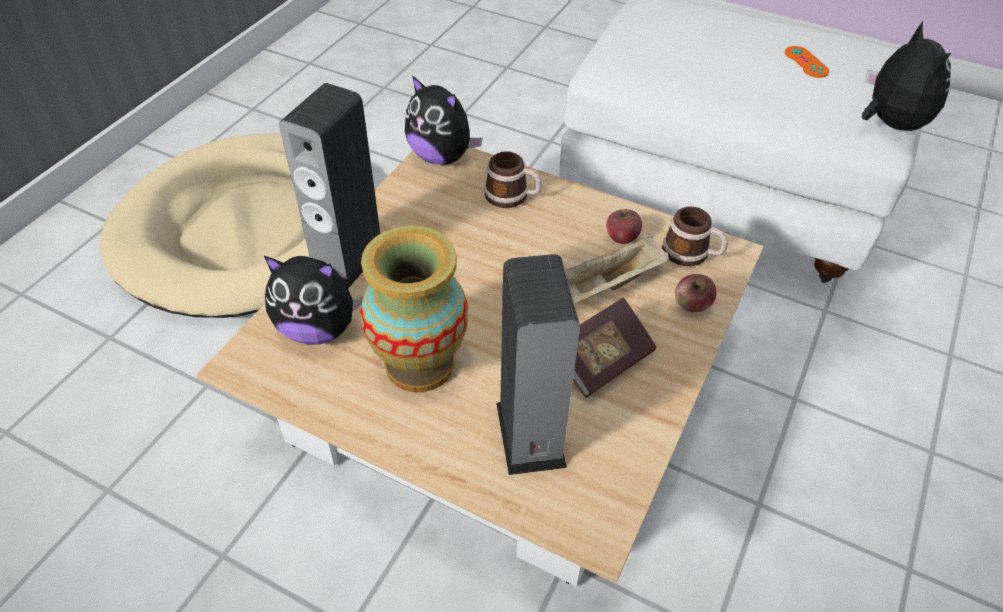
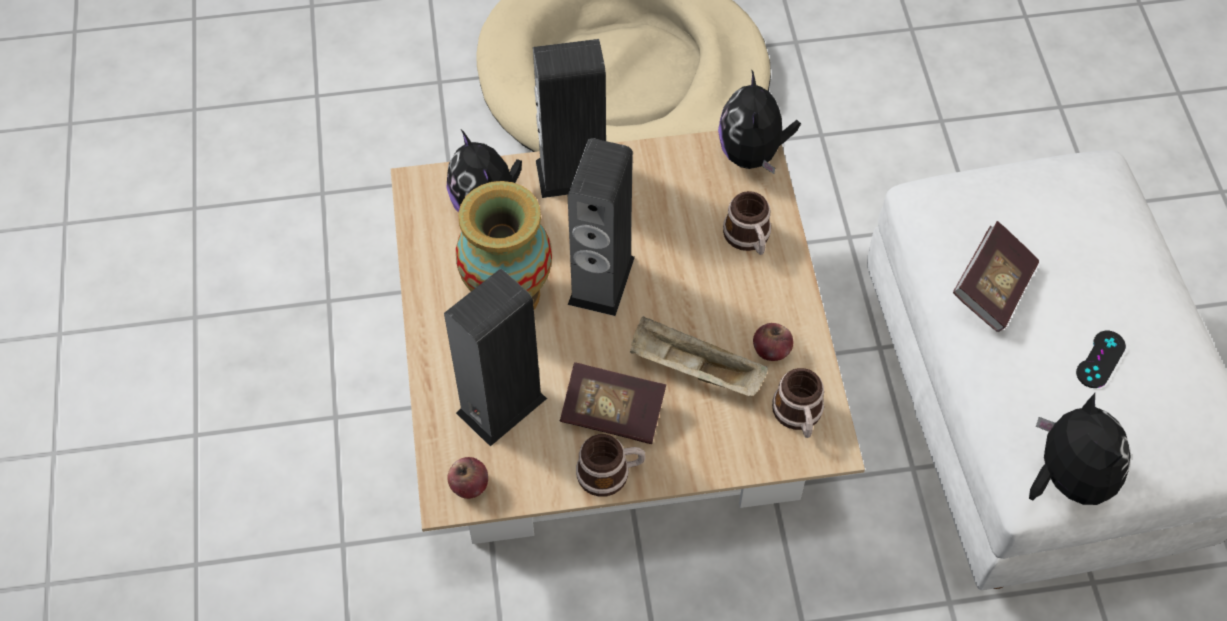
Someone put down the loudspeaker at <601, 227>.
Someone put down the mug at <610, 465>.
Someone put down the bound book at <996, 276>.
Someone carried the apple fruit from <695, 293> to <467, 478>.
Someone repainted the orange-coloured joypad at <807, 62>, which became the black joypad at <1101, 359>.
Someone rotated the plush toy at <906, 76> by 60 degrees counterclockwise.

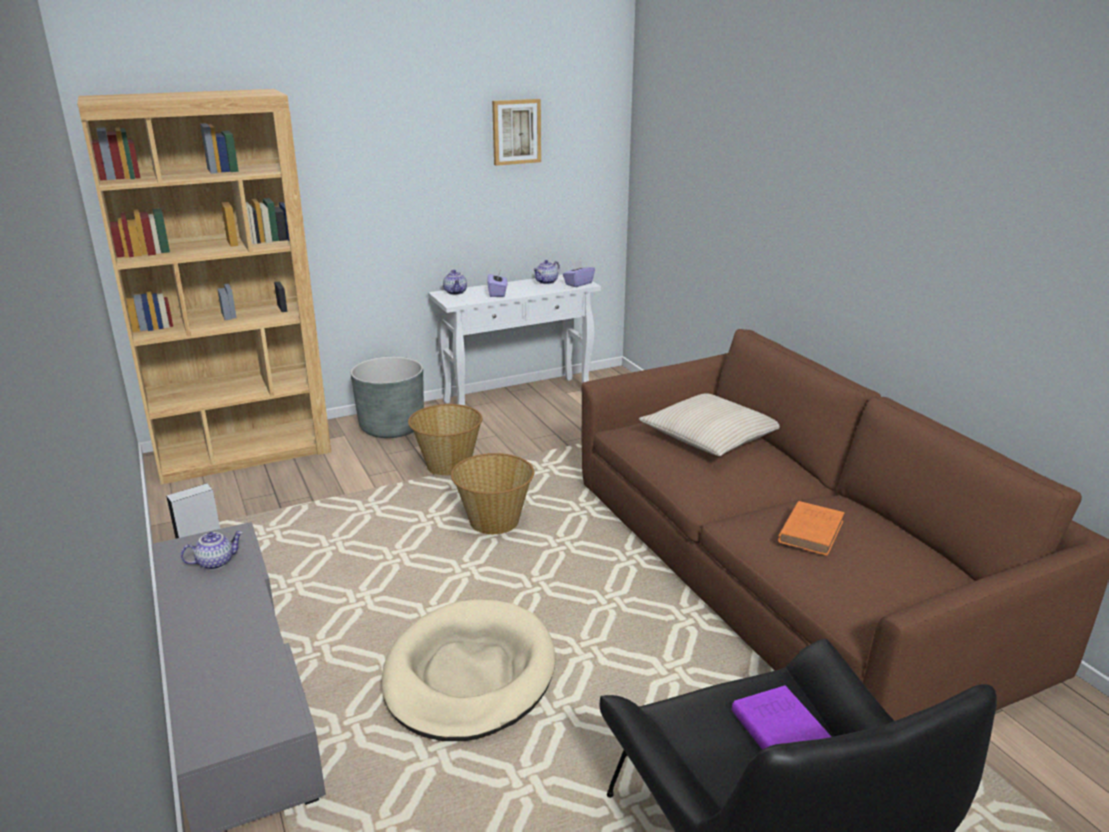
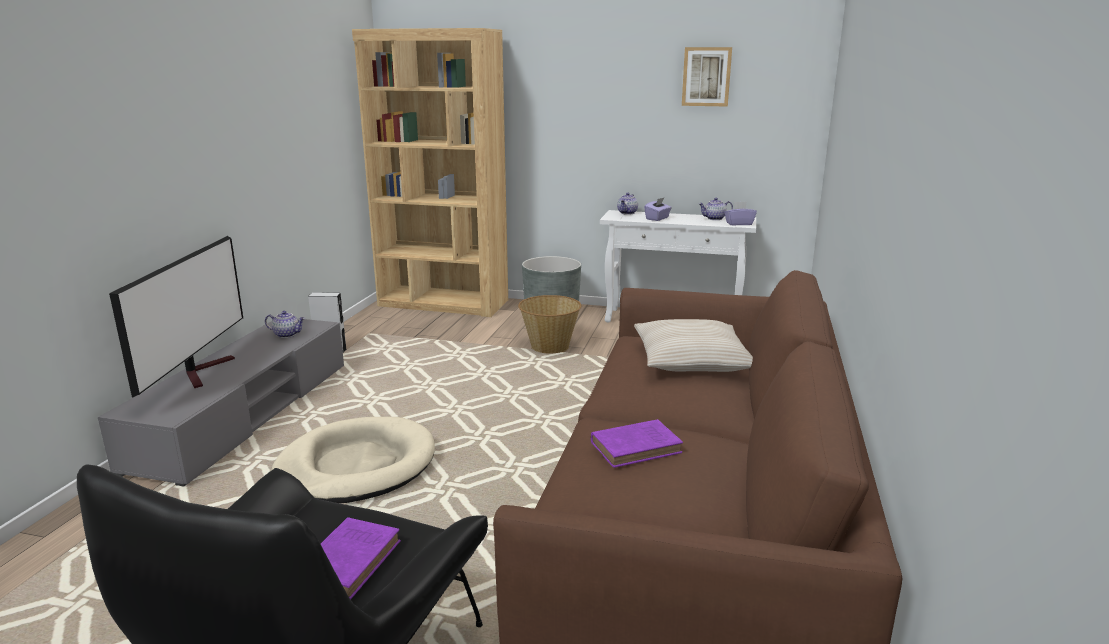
Someone took away the household basket at <492, 493>.
Someone put down the television at <176, 317>.
Someone repainted the orange-coloured bound book at <811, 528>, which became the purplish bound book at <637, 443>.

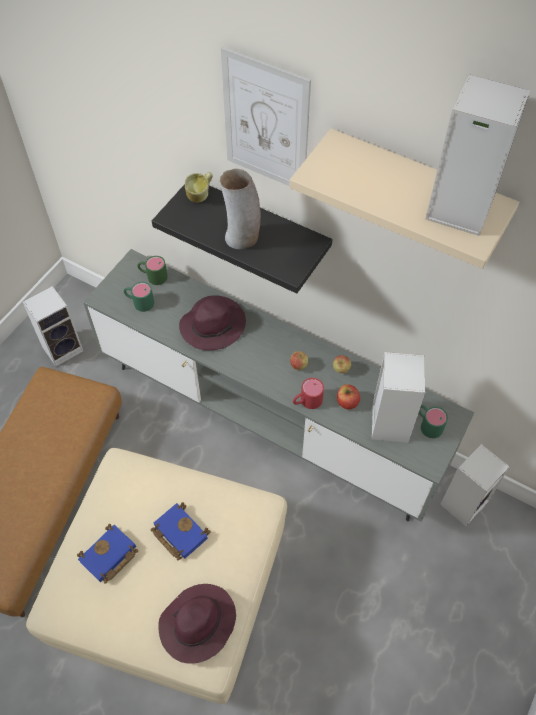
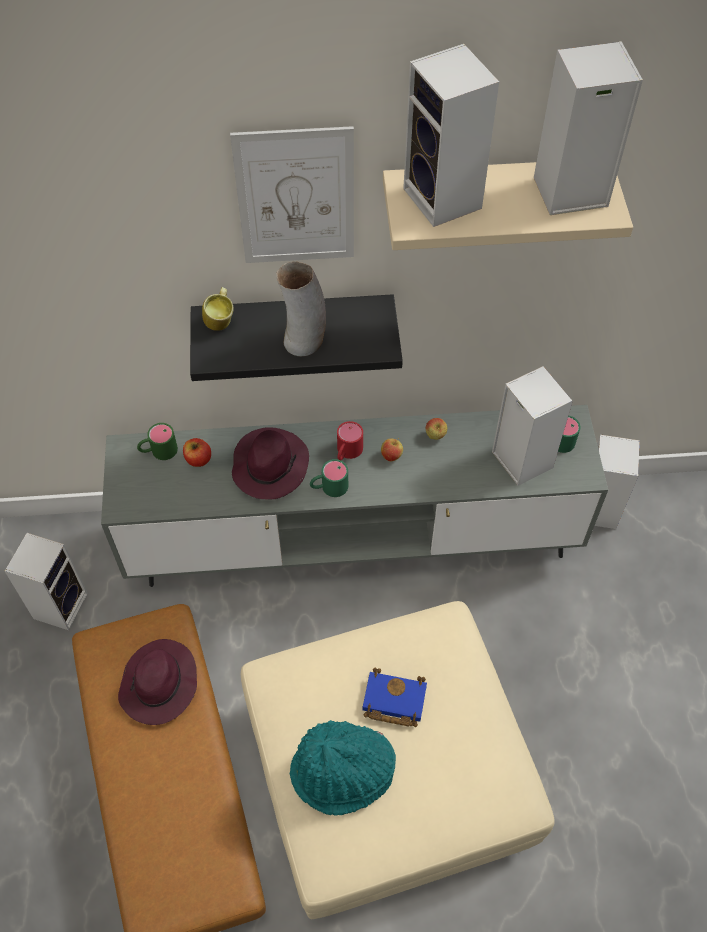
Someone put down the loudspeaker at <451, 135>.
Someone carried the green mug from <139, 297> to <329, 478>.
Someone carried the purplish hat from <197, 623> to <157, 682>.
Someone carried the reddish mug from <308, 393> to <350, 440>.
Someone carried the apple fruit from <348, 396> to <197, 452>.
Someone swapped the bluish bound book at <107, 554> for the turquoise-coloured hat at <343, 768>.

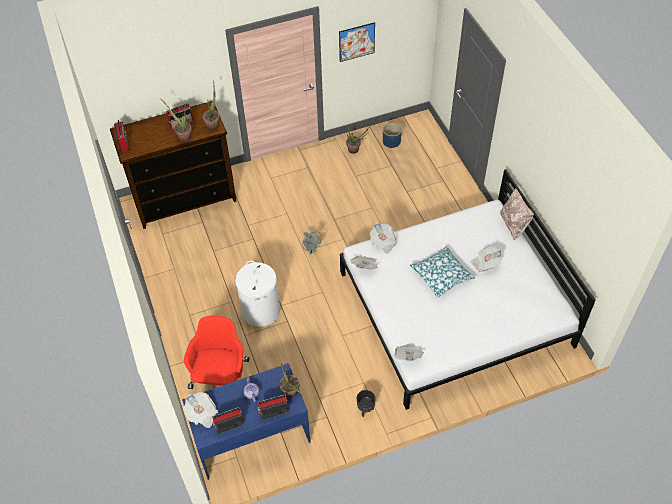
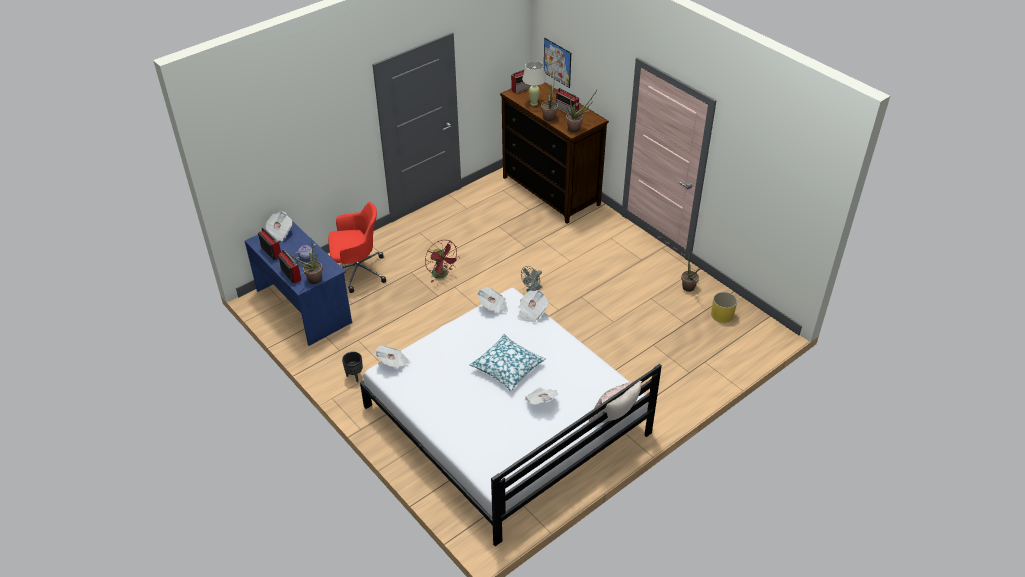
Someone put down the sand-coloured table lamp at <534, 83>.
Someone carried the wall picture from <357, 42> to <557, 63>.
Someone swapped the whitish washing basket at <257, 294> for the reddish cooling fan at <442, 261>.
Someone repainted the bluish plant pot at <392, 135>, which became the yellow-coloured plant pot at <724, 307>.

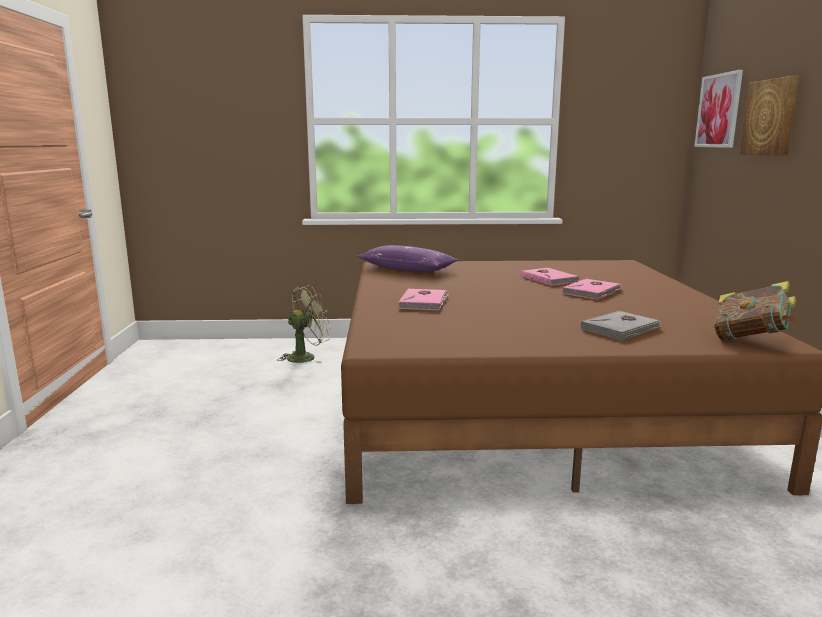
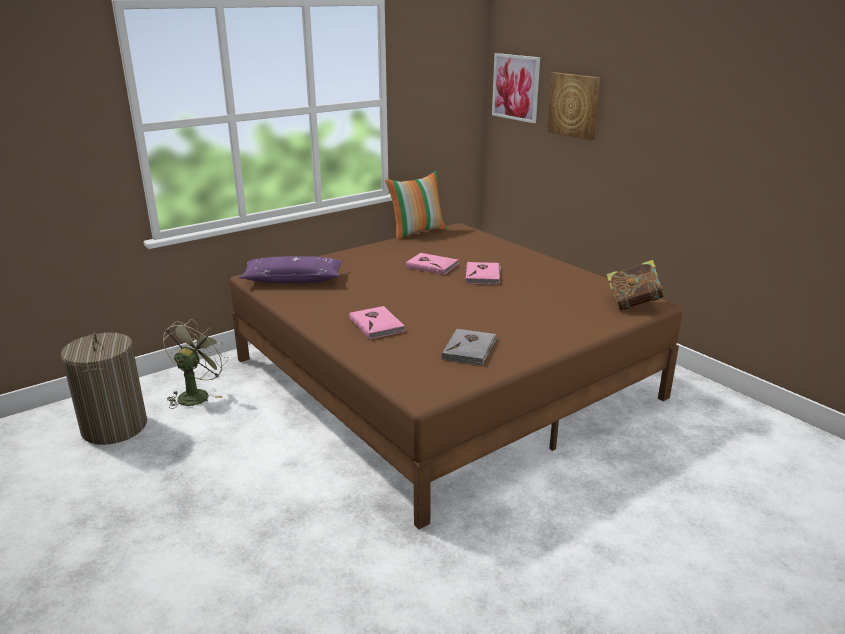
Someone put down the washing basket at <104, 388>.
Someone put down the throw pillow at <416, 205>.
Someone carried the greyish bound book from <622, 325> to <470, 347>.

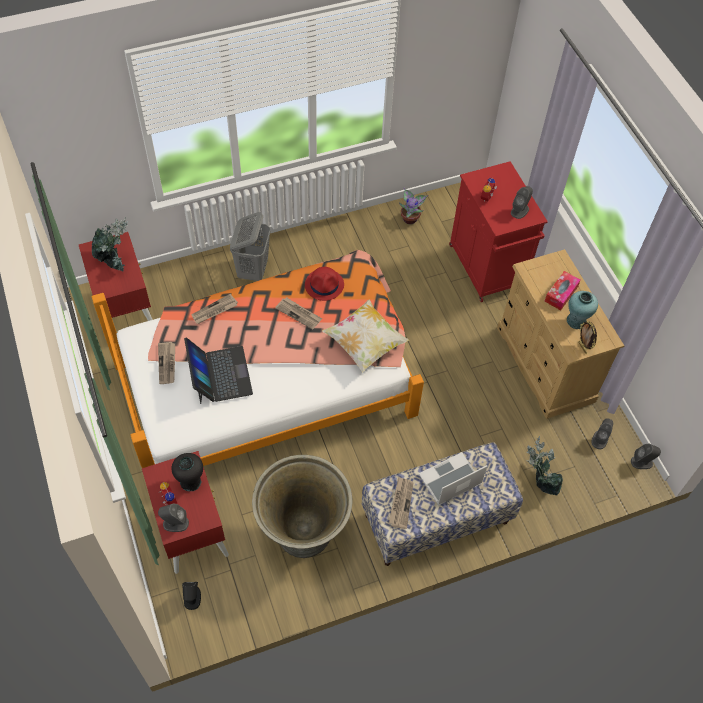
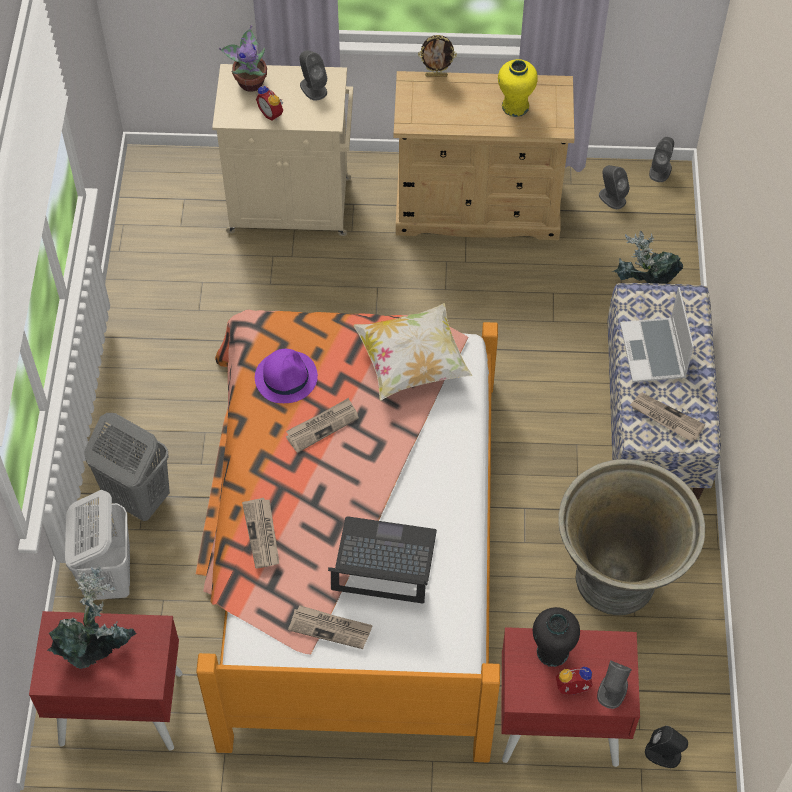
Someone took away the tissue holder at <563, 290>.
Someone put down the whitish washing basket at <97, 545>.
Someone carried the plant in a pot from <413, 206> to <243, 58>.
Someone carried the picture frame from <587, 337> to <437, 56>.
Someone repainted the reddish hat at <324, 284>, which became the purplish hat at <286, 376>.
Someone repainted the reddish cabinet at <498, 231>, which became the sand-coloured cabinet at <282, 150>.
Someone repainted the turquoise-coloured vase at <582, 310>, which became the yellow-coloured vase at <518, 88>.

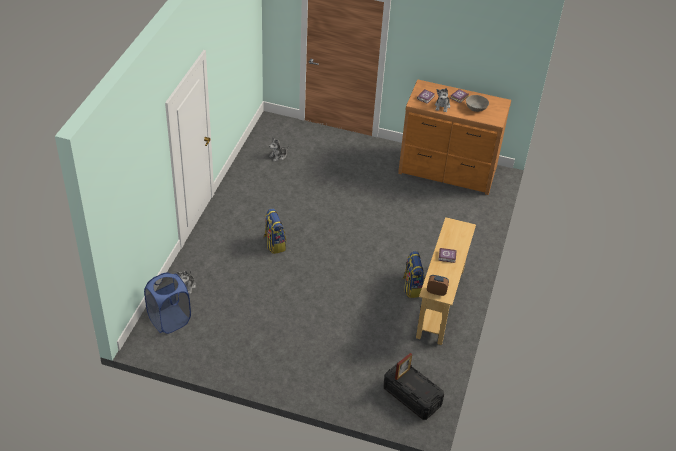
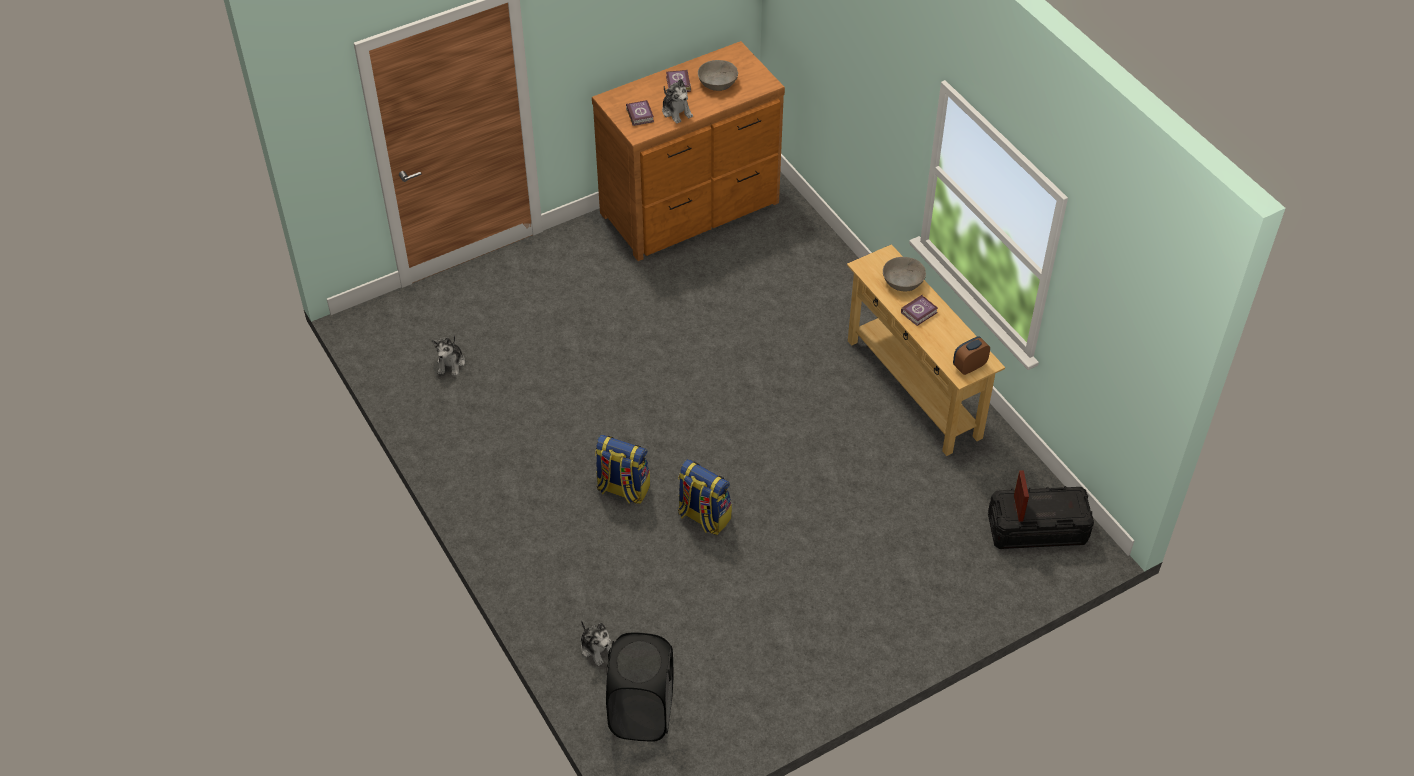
Someone put down the greyish serving bowl at <904, 274>.
Someone carried the rucksack from <413, 274> to <705, 497>.
Someone repainted the bluish washing basket at <167, 303>, which became the black washing basket at <640, 687>.

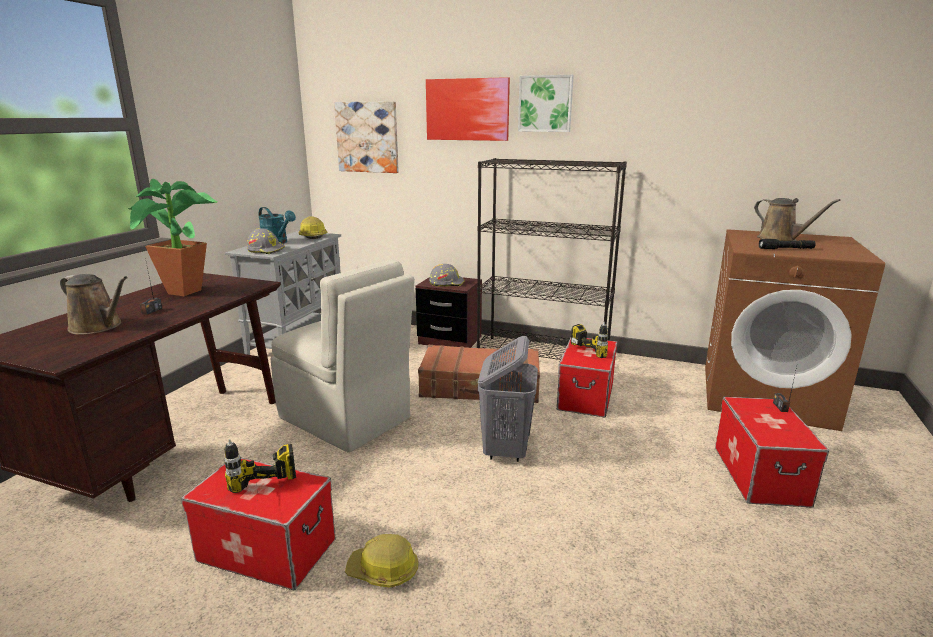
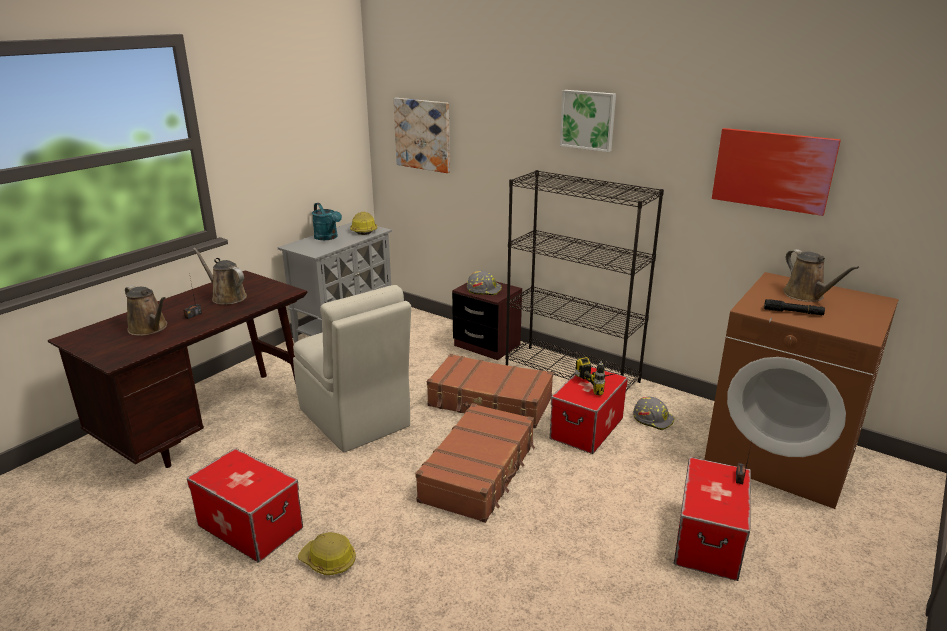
Someone took away the power drill at <260, 472>.
Someone carried the greyish safety helmet from <266, 241> to <653, 413>.
Someone carried the wall picture from <468, 109> to <776, 172>.
Someone swapped the plant in a pot at <172, 237> for the brown sprinkling can at <220, 276>.
Someone swapped the greyish washing basket at <508, 399> for the brown travel case at <475, 463>.

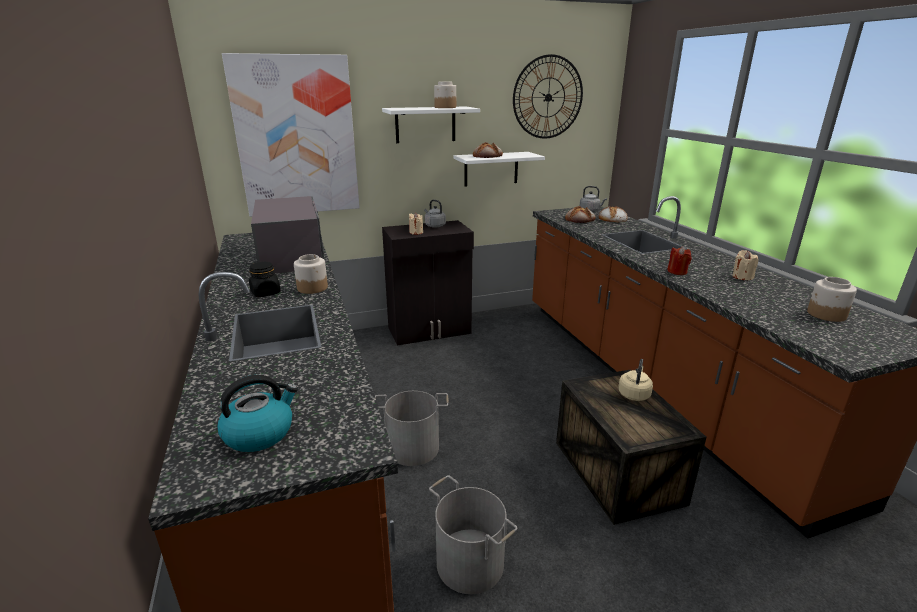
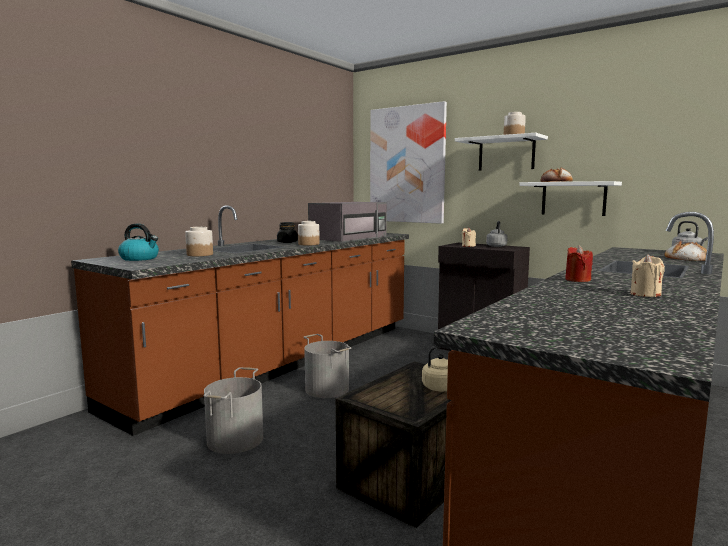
Someone took away the hanging clock at <548, 96>.
Someone took away the baked bread at <580, 214>.
Someone carried the preserve jar from <832, 299> to <199, 241>.

